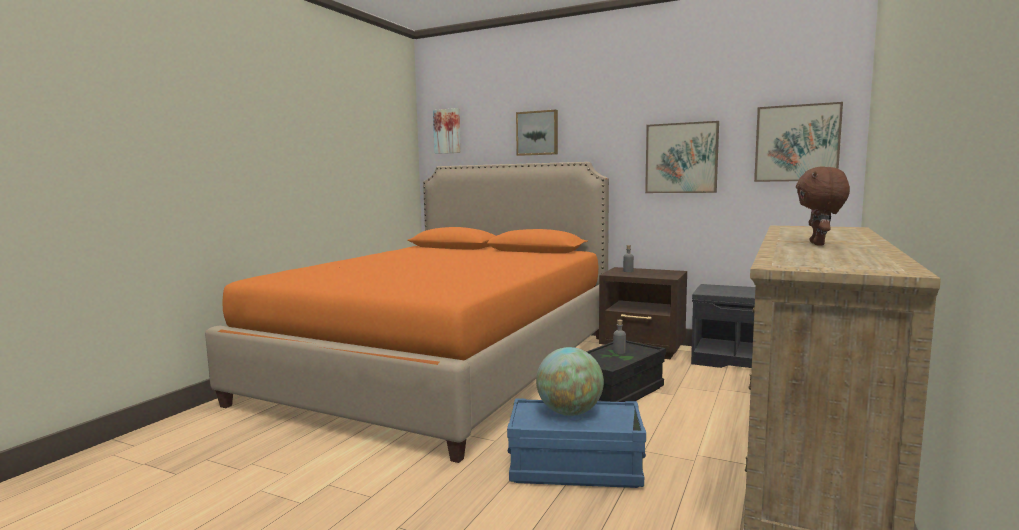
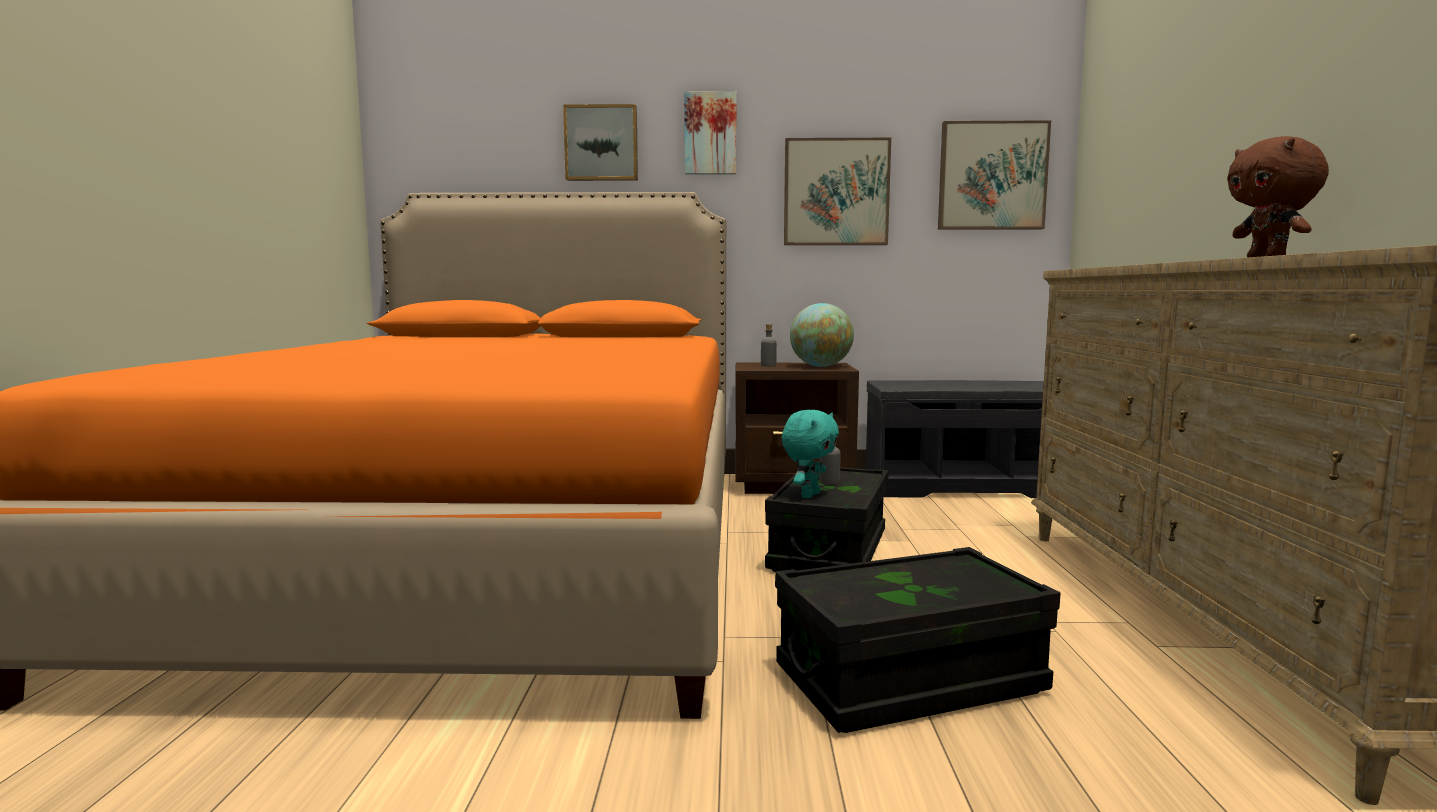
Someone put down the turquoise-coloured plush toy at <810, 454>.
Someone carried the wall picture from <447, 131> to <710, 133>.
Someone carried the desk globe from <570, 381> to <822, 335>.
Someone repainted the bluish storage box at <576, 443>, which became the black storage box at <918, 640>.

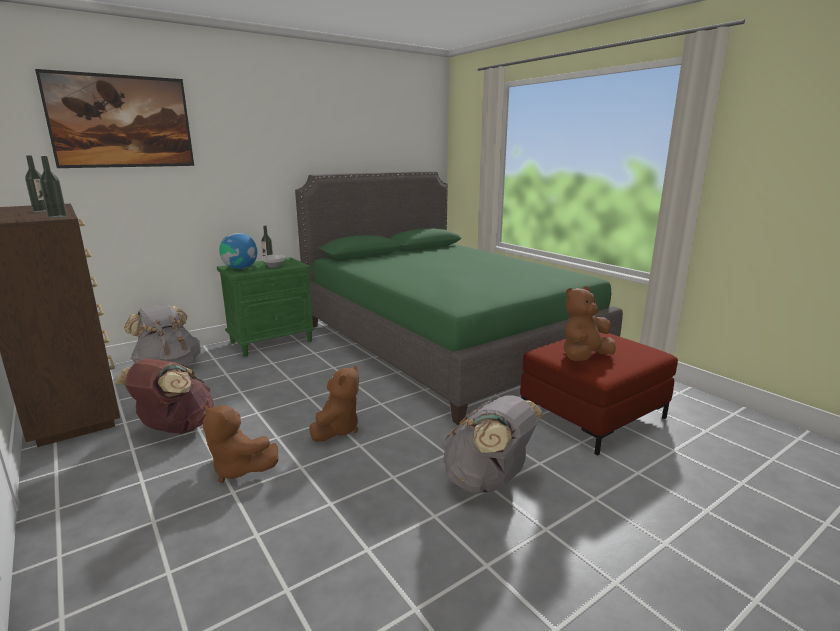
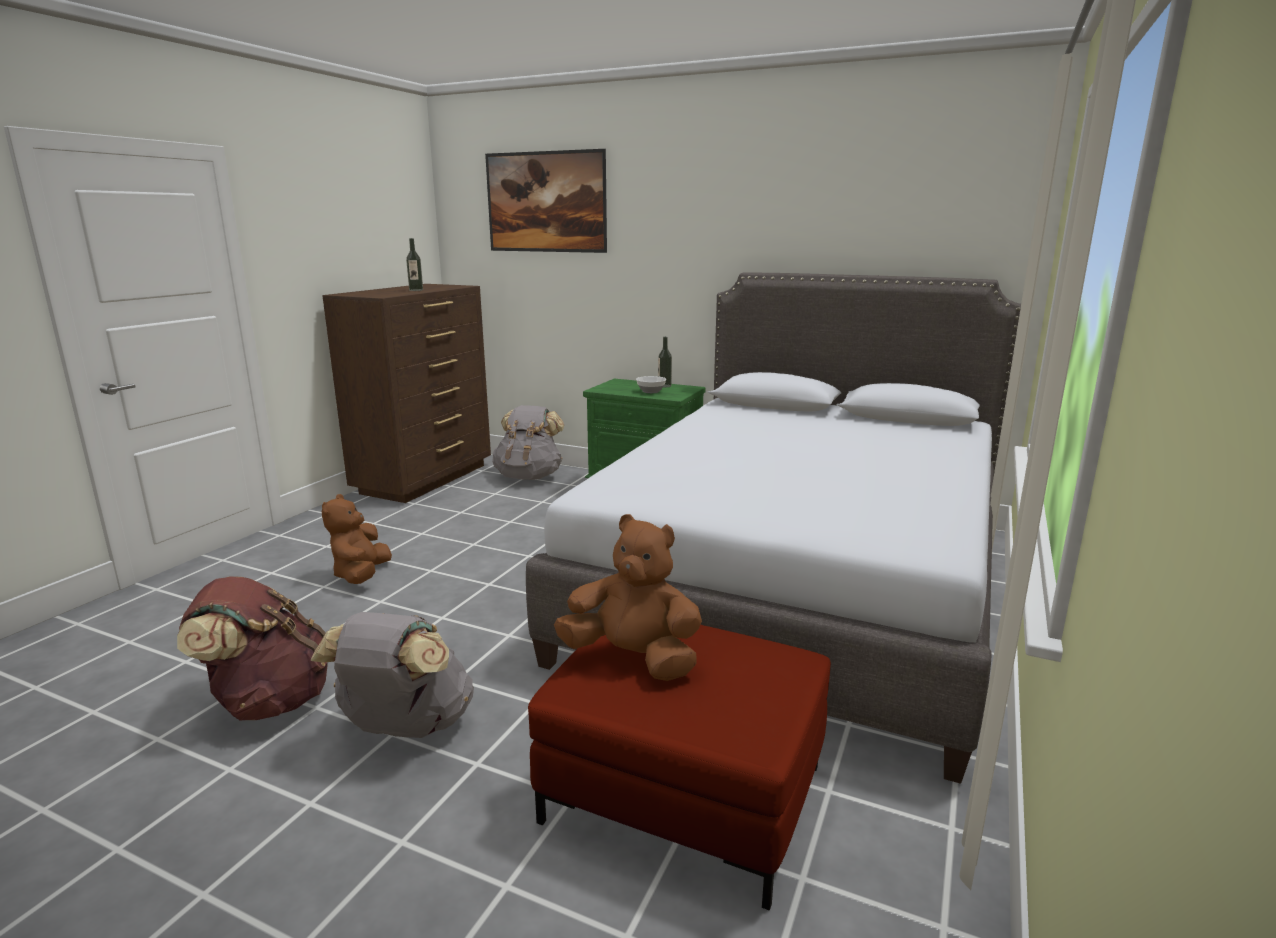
Someone took away the bottle at <53, 187>.
Someone took away the desk globe at <238, 251>.
Someone took away the brown plush toy at <334, 403>.
Someone carried the brown rucksack from <164, 396> to <252, 648>.
Someone repainted the green bedroom bed at <459, 298>, which became the greyish bedroom bed at <773, 528>.

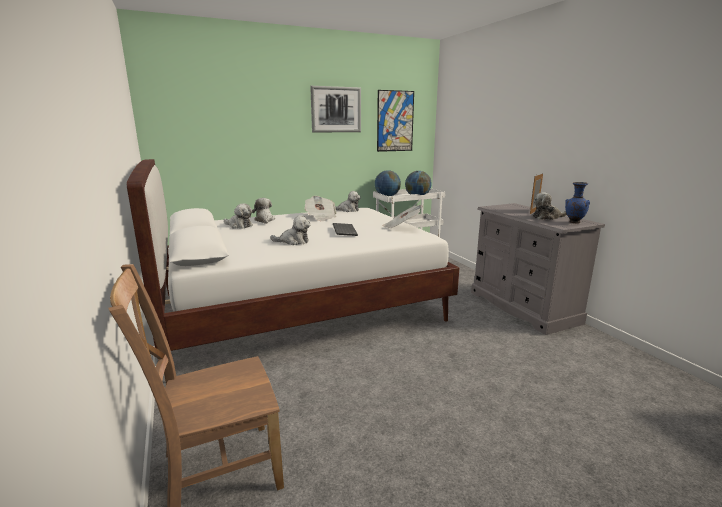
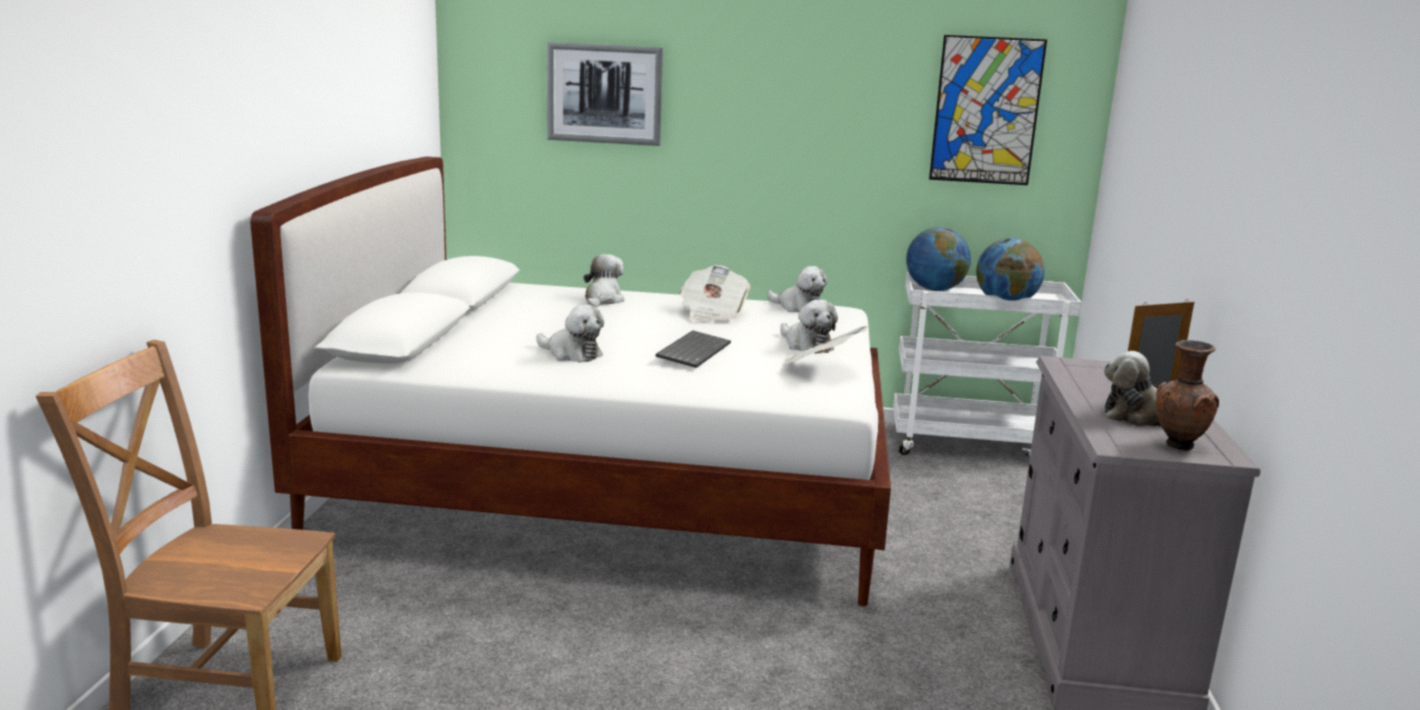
Someone carried the plush toy from <238, 216> to <809, 326>.
Someone carried the wall picture from <335, 109> to <605, 94>.
Someone repainted the bluish vase at <577, 203>, which became the brown vase at <1187, 395>.

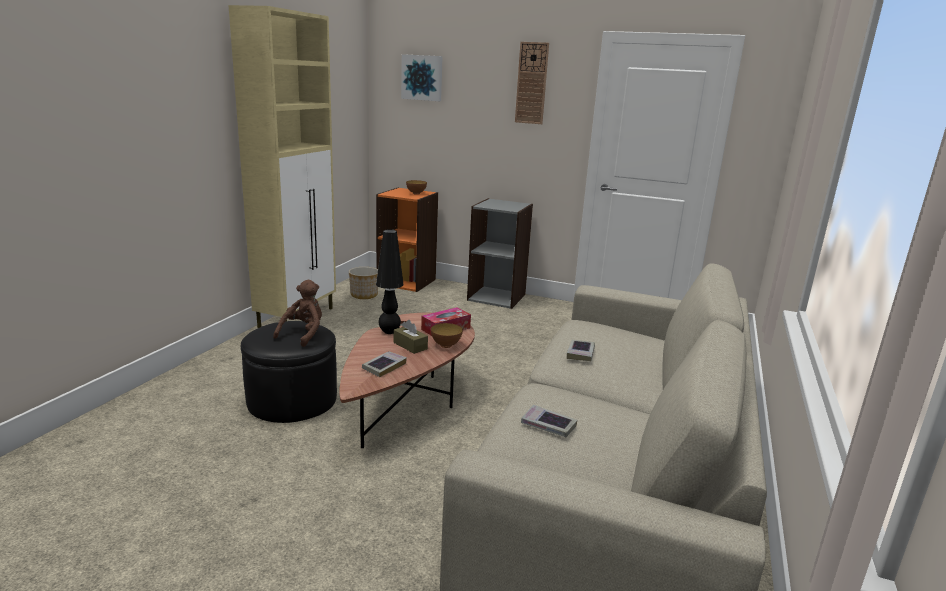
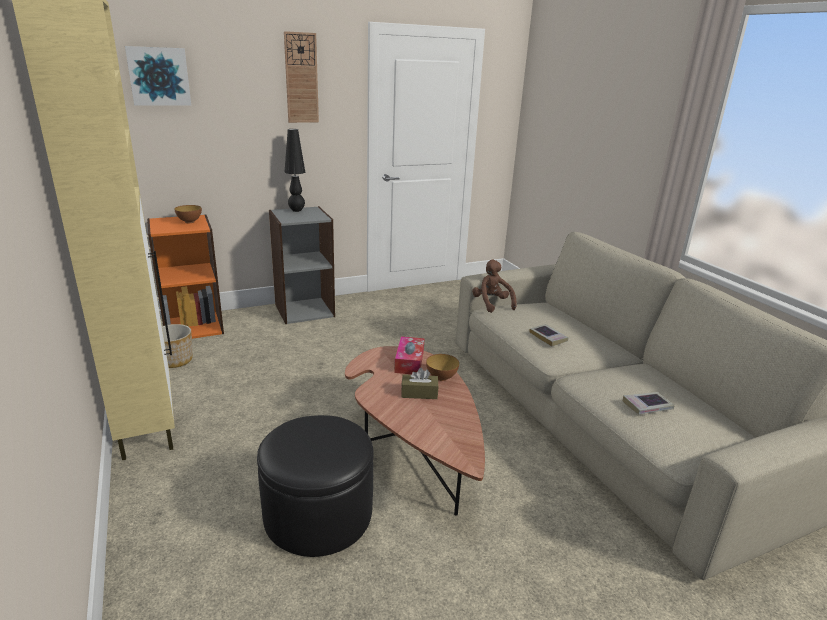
Someone took away the bound book at <384, 364>.
Someone carried the brown plush toy from <297, 313> to <494, 286>.
Someone carried the black table lamp from <390, 281> to <295, 170>.

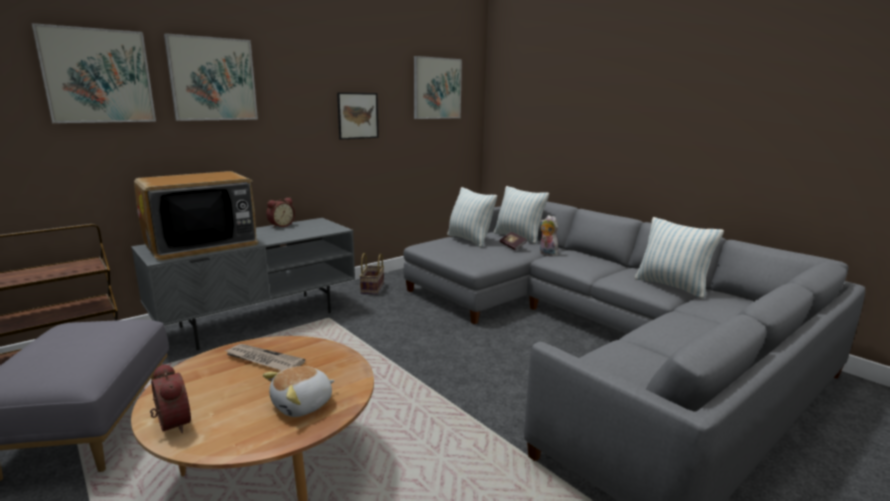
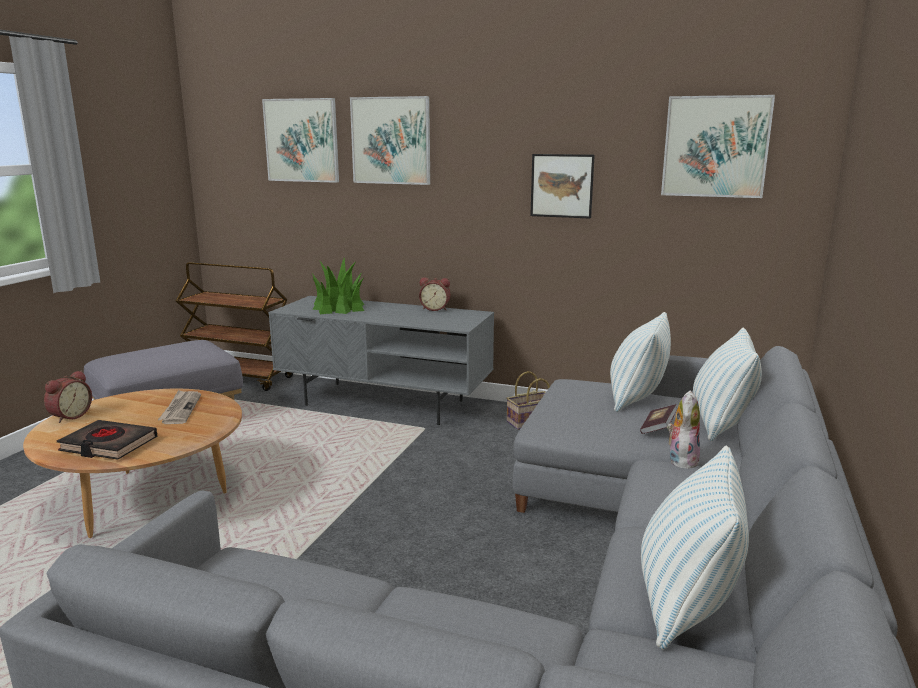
Someone swapped the television at <196, 216> for the plant in a pot at <338, 285>.
Someone swapped the plush toy at <299, 391> for the black bound book at <107, 440>.

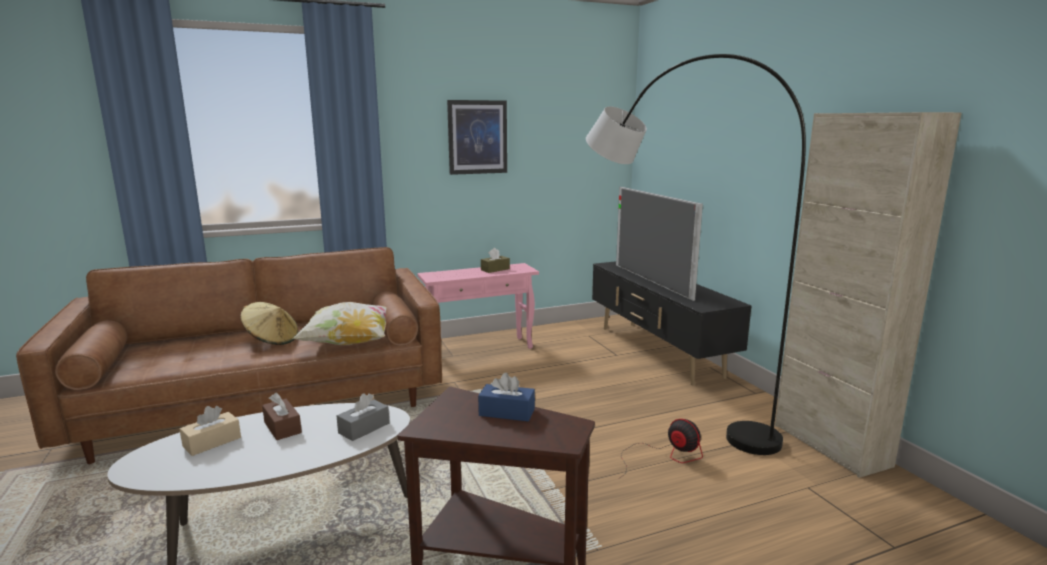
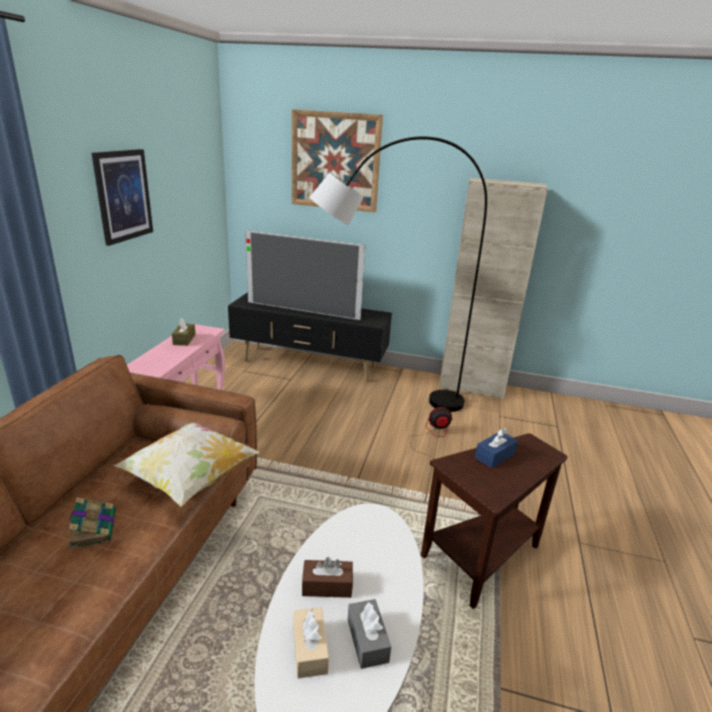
Someone put up the wall picture at <337, 160>.
Someone carried the greyish tissue holder from <363, 417> to <369, 634>.
Someone swapped the sand-coloured hat at <269, 323> for the bound book at <92, 523>.

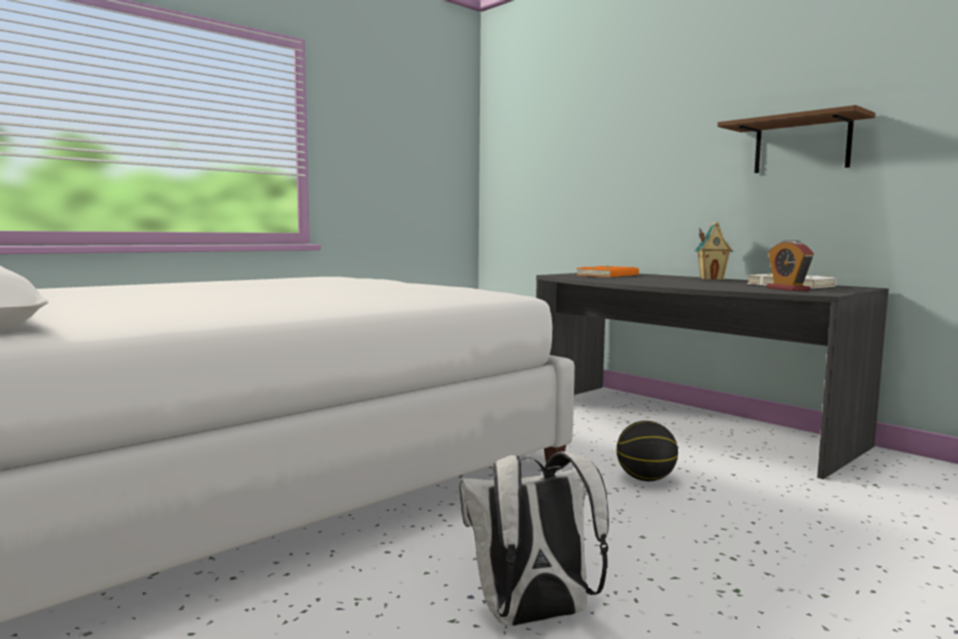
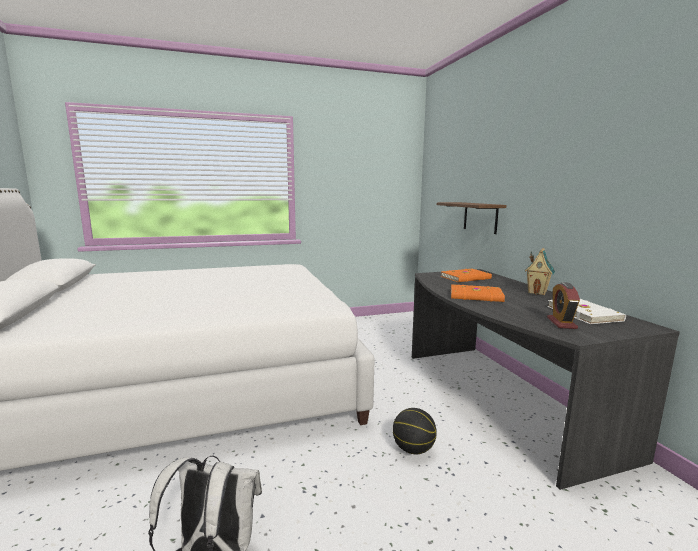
Someone put down the orange-coloured bound book at <478, 293>.
Someone carried the brown shelf from <796, 139> to <471, 218>.

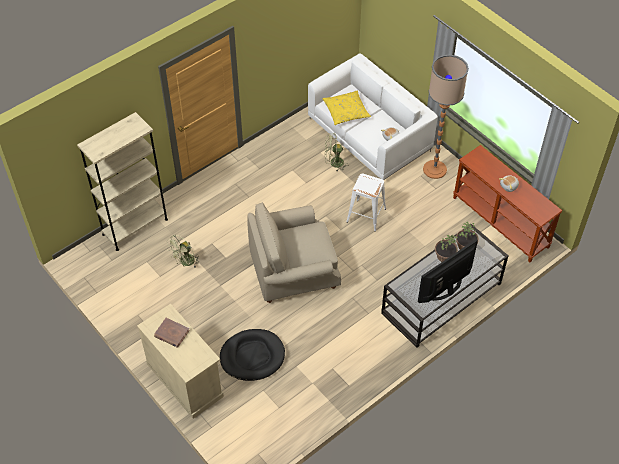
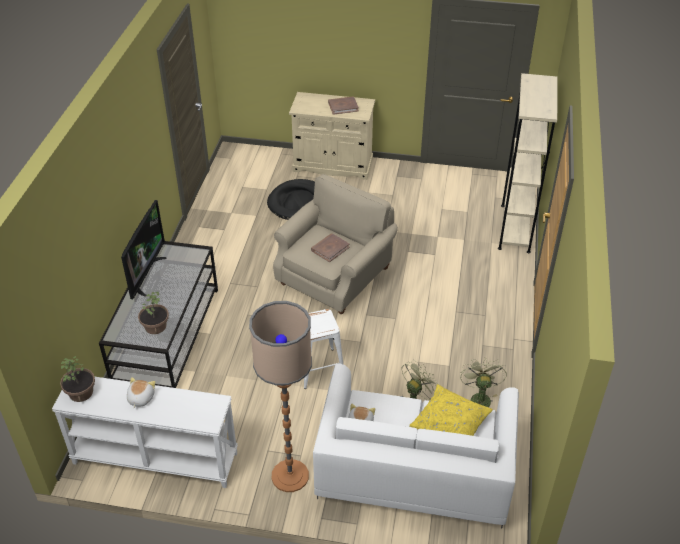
Someone put down the brown bound book at <330, 247>.
Someone carried the green cooling fan from <182, 251> to <483, 382>.
Someone carried the plant in a pot from <446, 248> to <77, 379>.
Someone repainted the brown narrow table at <507, 204>, which became the whitish narrow table at <145, 432>.

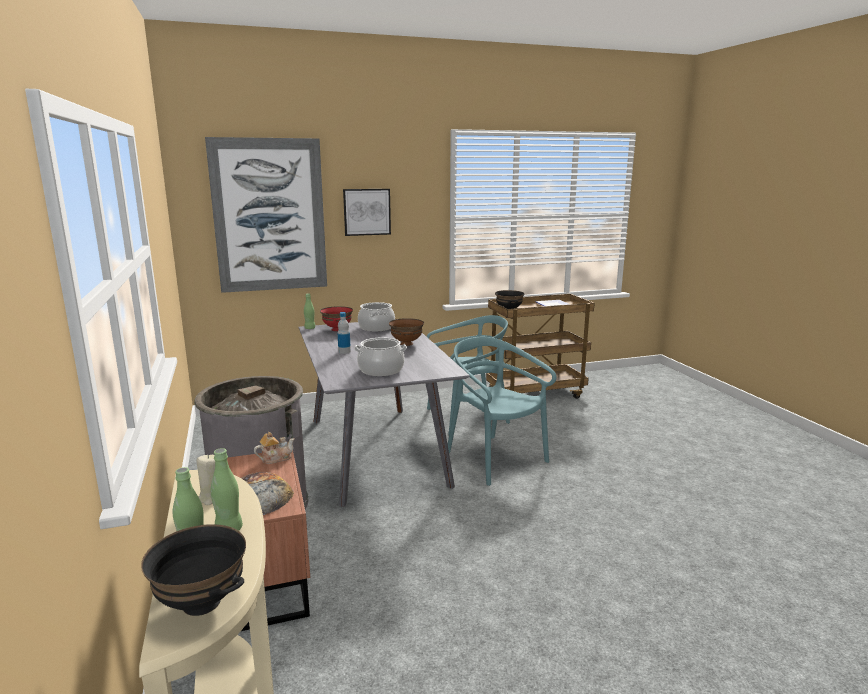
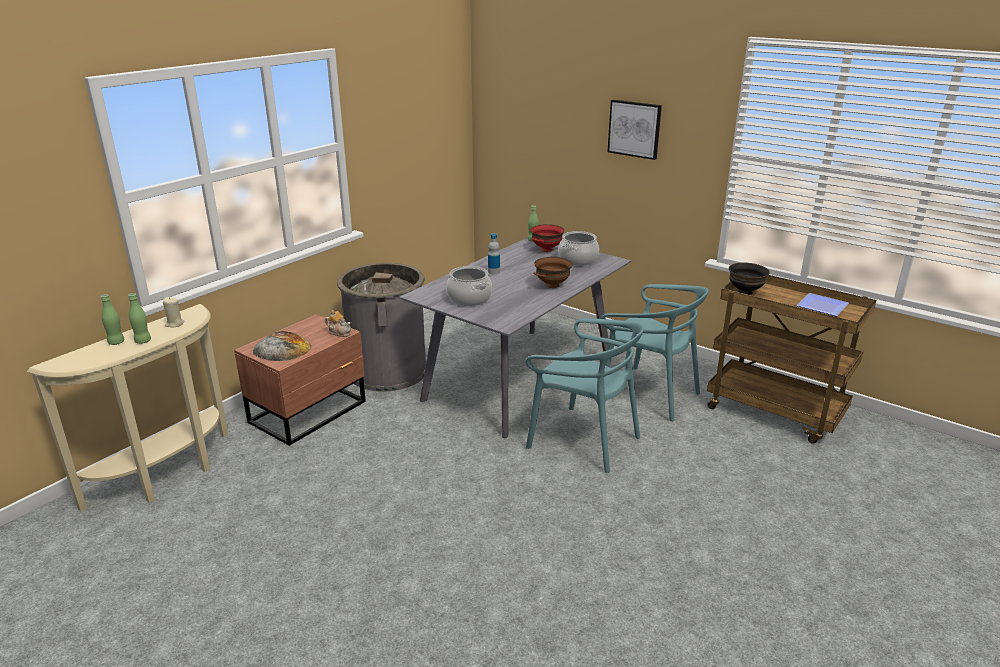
Someone took away the black serving bowl at <193, 570>.
Someone took away the wall picture at <266, 215>.
Someone rotated the turquoise-coloured plain chair at <502, 411> by 105 degrees clockwise.

